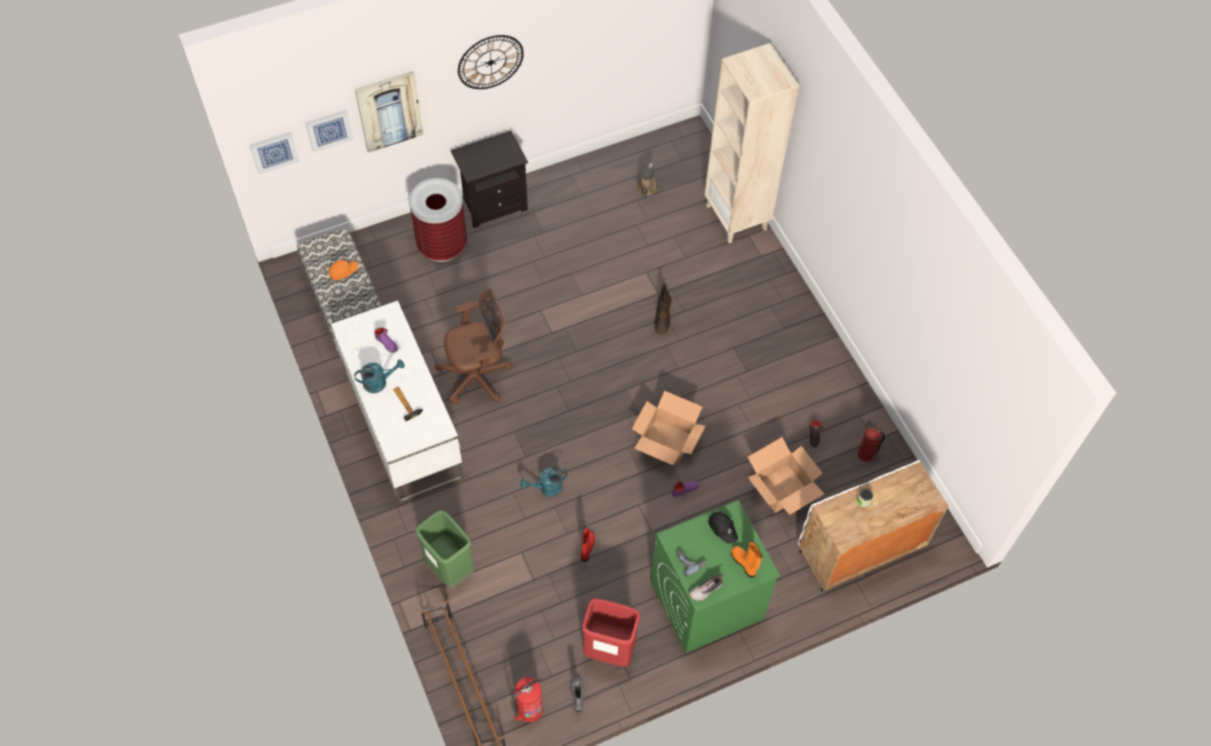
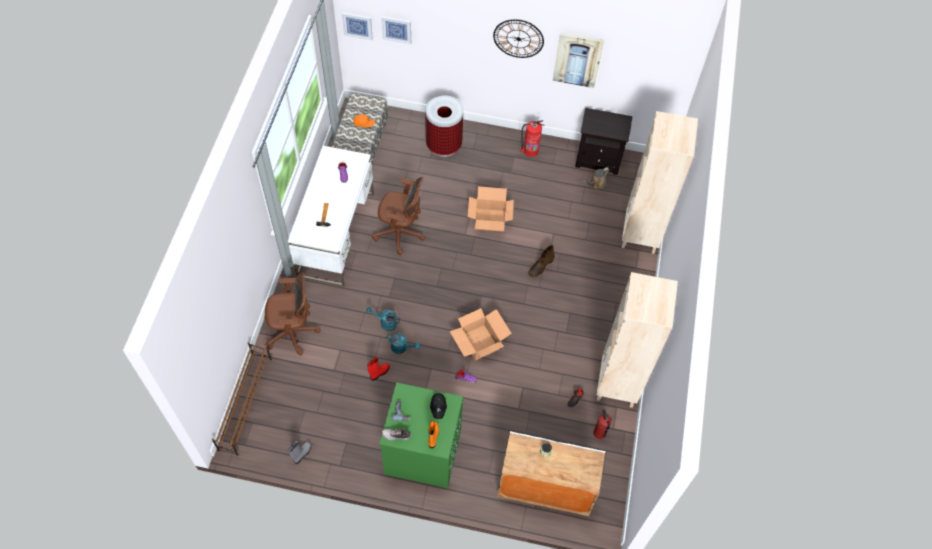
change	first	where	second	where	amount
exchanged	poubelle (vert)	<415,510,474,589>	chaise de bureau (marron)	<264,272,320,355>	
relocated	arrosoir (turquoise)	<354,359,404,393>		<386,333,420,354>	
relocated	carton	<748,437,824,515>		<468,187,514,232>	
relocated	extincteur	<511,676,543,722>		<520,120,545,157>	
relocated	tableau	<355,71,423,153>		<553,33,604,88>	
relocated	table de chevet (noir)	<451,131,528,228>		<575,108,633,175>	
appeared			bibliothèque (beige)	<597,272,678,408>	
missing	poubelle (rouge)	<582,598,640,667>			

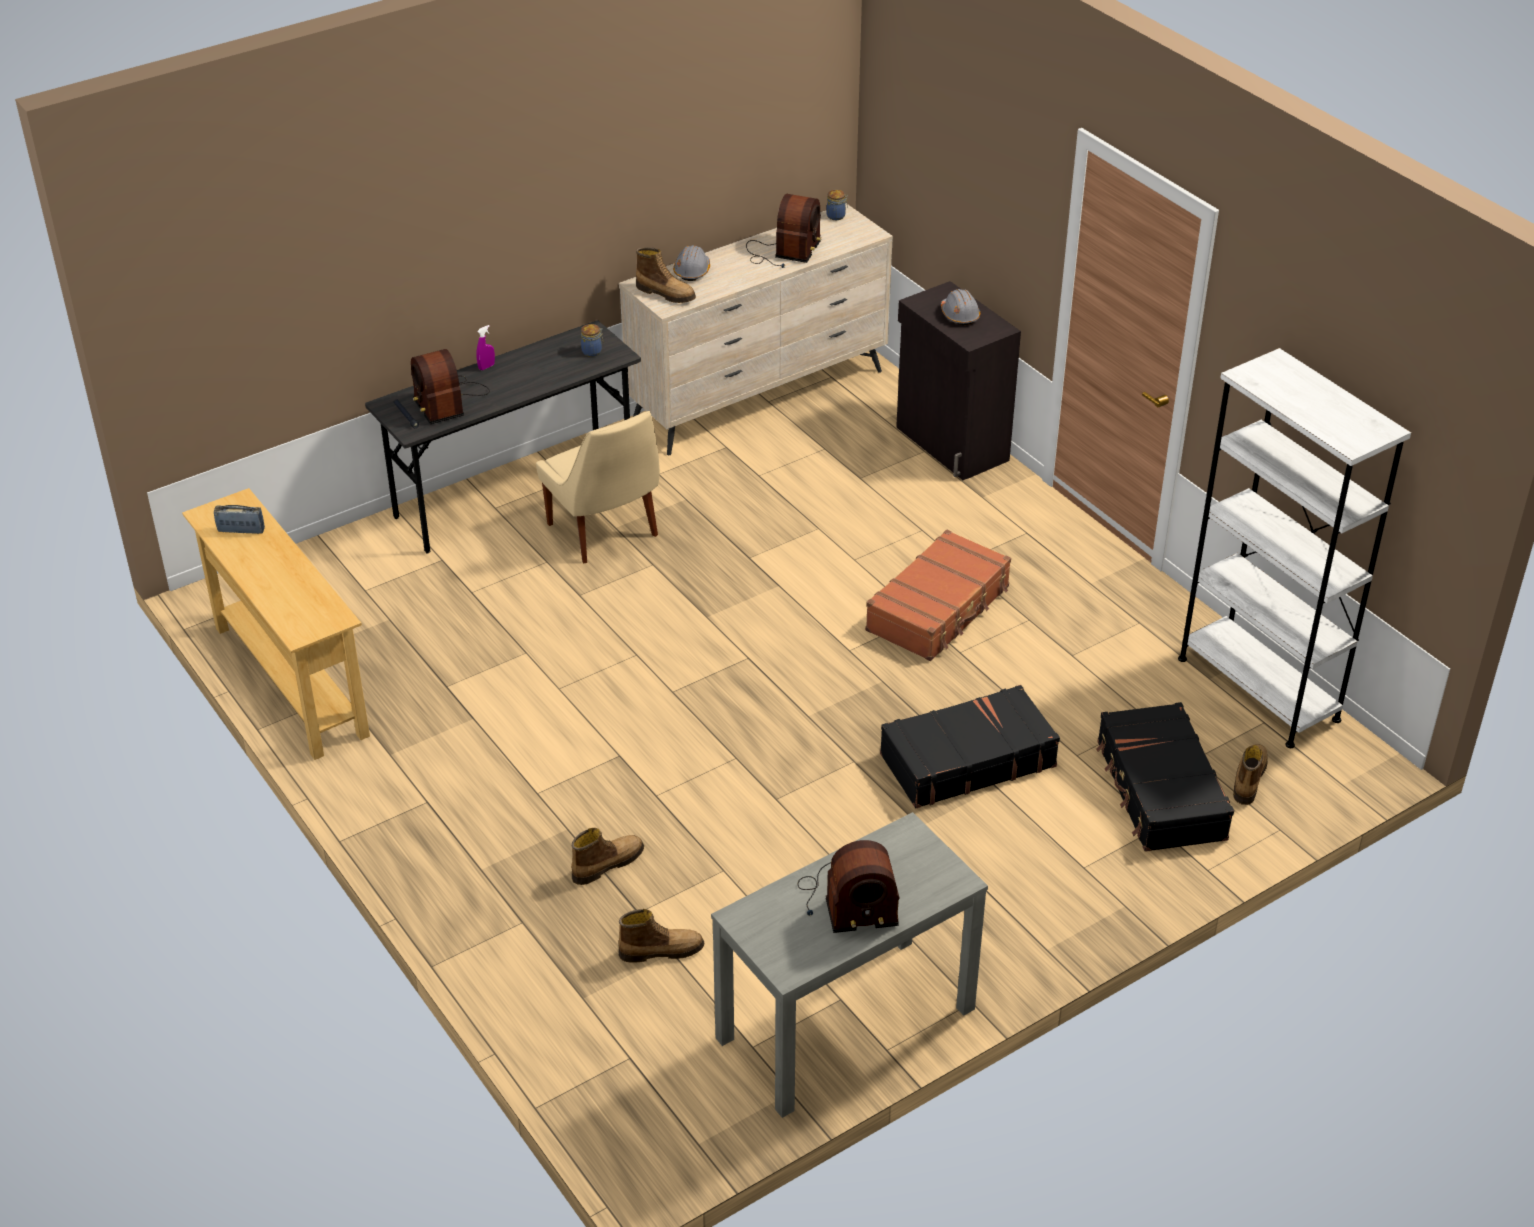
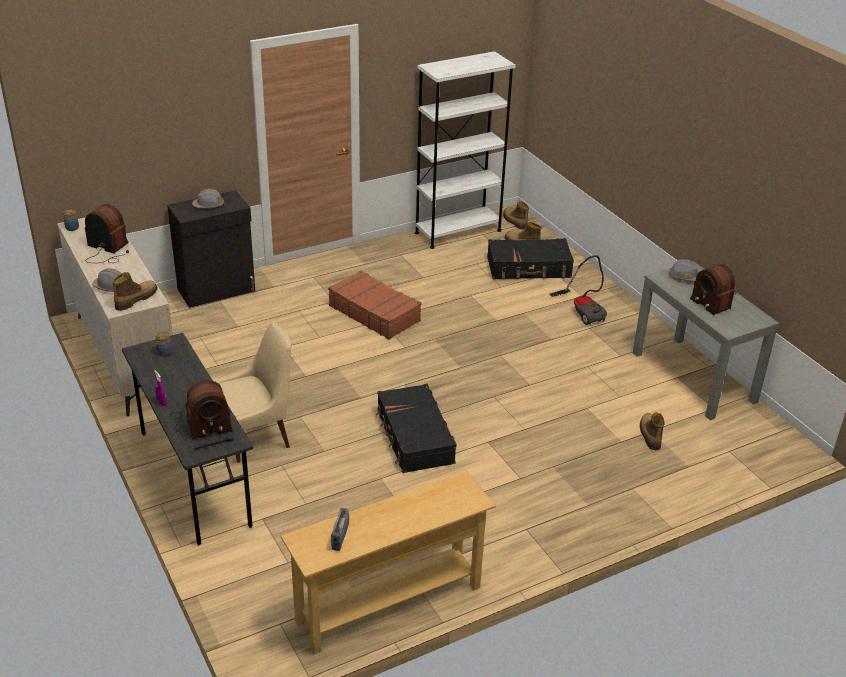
change	first	where	second	where	amount
relocated	valise (noir)	<880,685,1060,808>		<376,384,457,473>	
relocated	botte	<571,828,644,885>		<503,201,529,230>	
appeared			aspirateur	<549,255,607,326>	
appeared			casque de chantier (gris)	<669,259,699,282>	
spun	radio	<798,840,900,933>		<690,264,735,315>	150 degrees clockwise

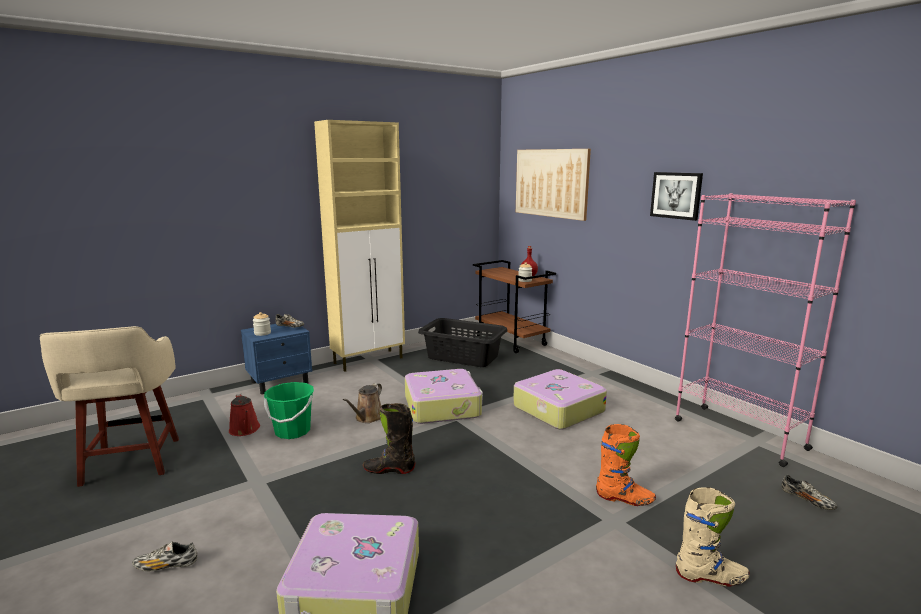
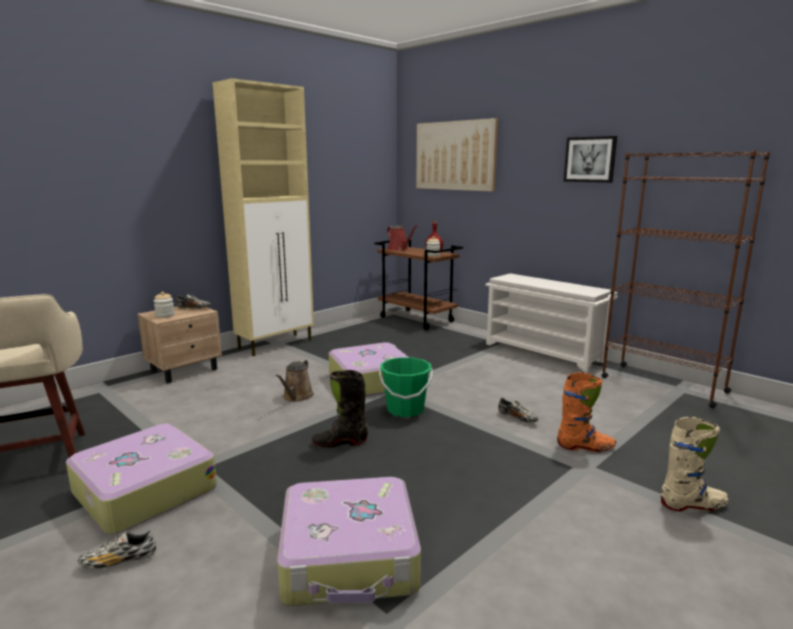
change	first	where	second	where	amount
relocated	valise	<513,369,607,430>		<66,424,217,534>	
colour	table de chevet (bleu)	<241,324,312,394>	table de chevet (beige)	<137,306,222,383>	
relocated	seau (vert)	<264,382,314,439>		<379,357,433,417>	
relocated	arrosoir (rouge)	<229,394,260,436>		<387,225,418,251>	
appeared			étagère à chaussures (blanc)	<485,273,618,372>	
relocated	chaussure	<781,475,837,510>		<498,398,538,422>	
colour	bibliothèque (rose)	<675,193,856,467>	bibliothèque (marron)	<601,151,770,408>	
missing	panier à linge (noir)	<418,318,508,367>			

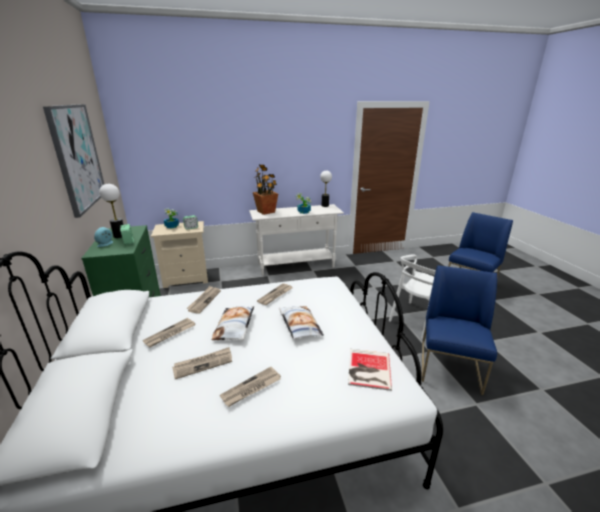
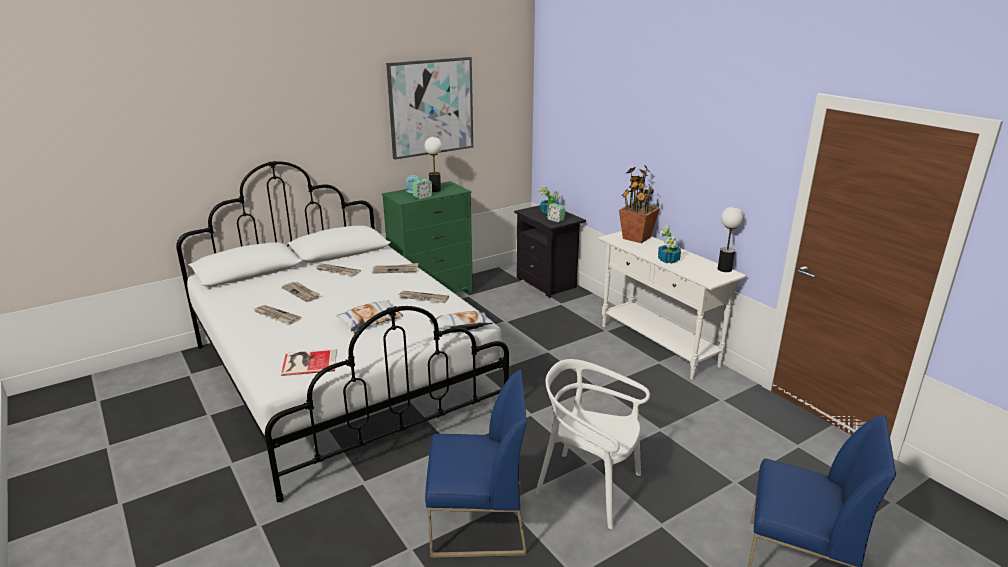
change	first	where	second	where	amount
relocated	coussin	<211,306,254,340>		<430,311,493,333>	
colour	table de chevet (beige)	<151,221,208,288>	table de chevet (noir)	<514,205,586,298>	

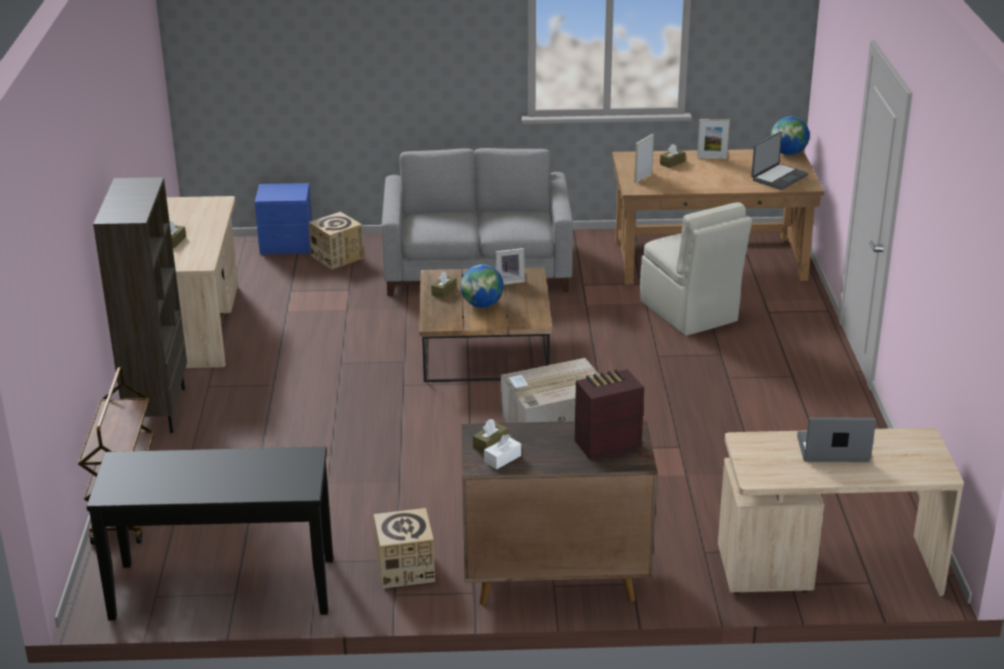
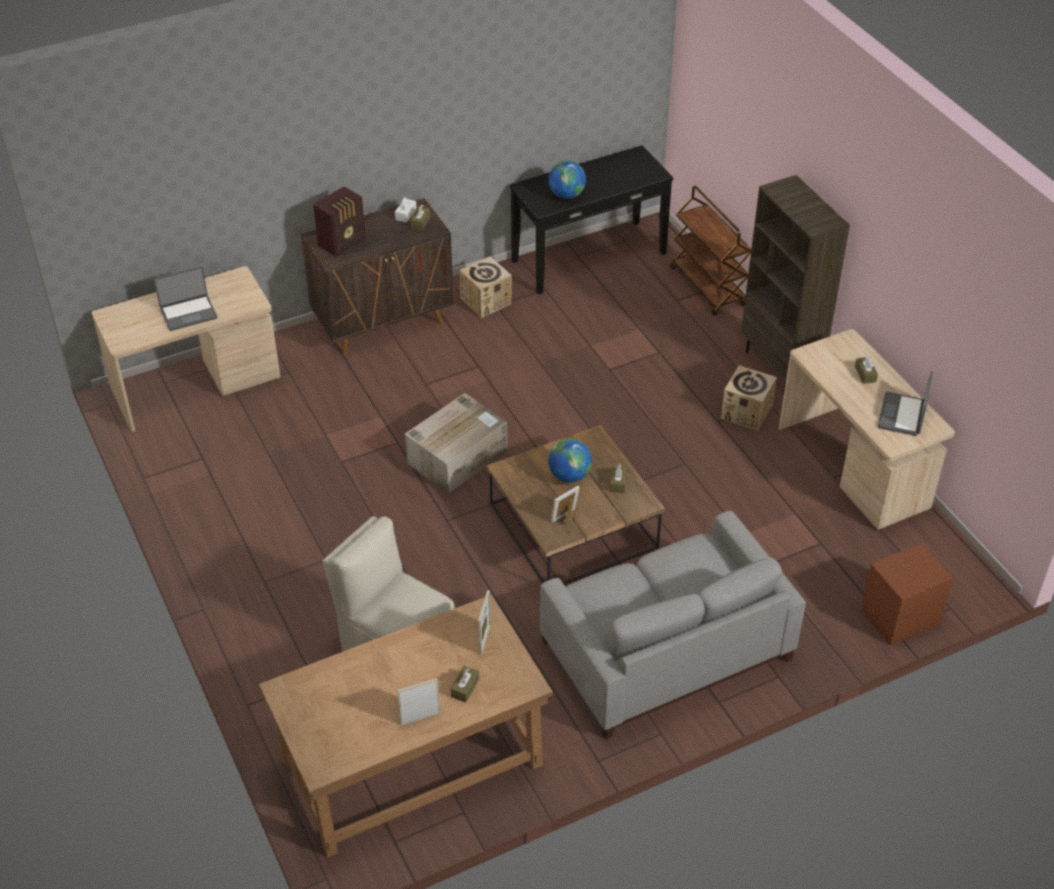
change	first	where	second	where	amount
relocated	globe	<771,116,810,155>		<548,160,586,199>	
relocated	carton	<308,212,364,270>		<721,365,777,431>	
colour	table de chevet (bleu)	<255,183,312,254>	table de chevet (marron)	<862,543,953,645>	
relocated	ordinateur portable	<751,131,808,190>		<878,371,933,436>	

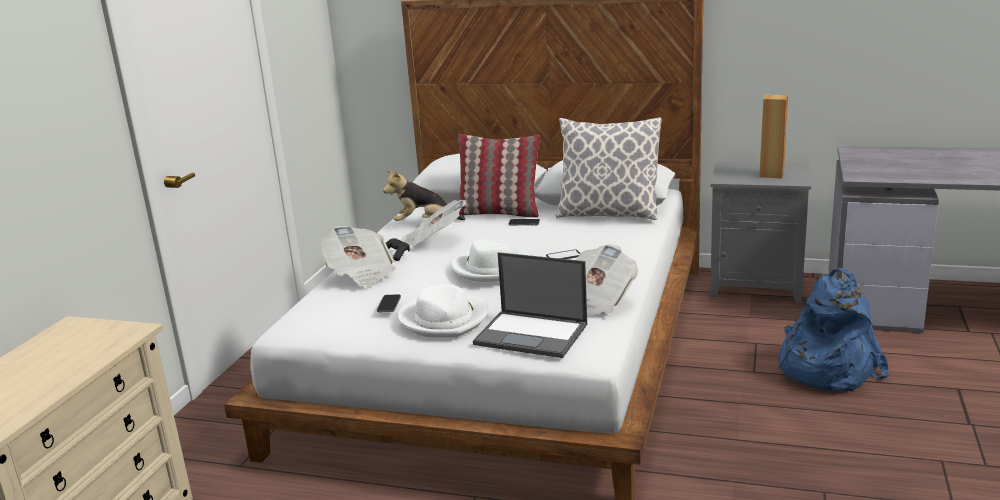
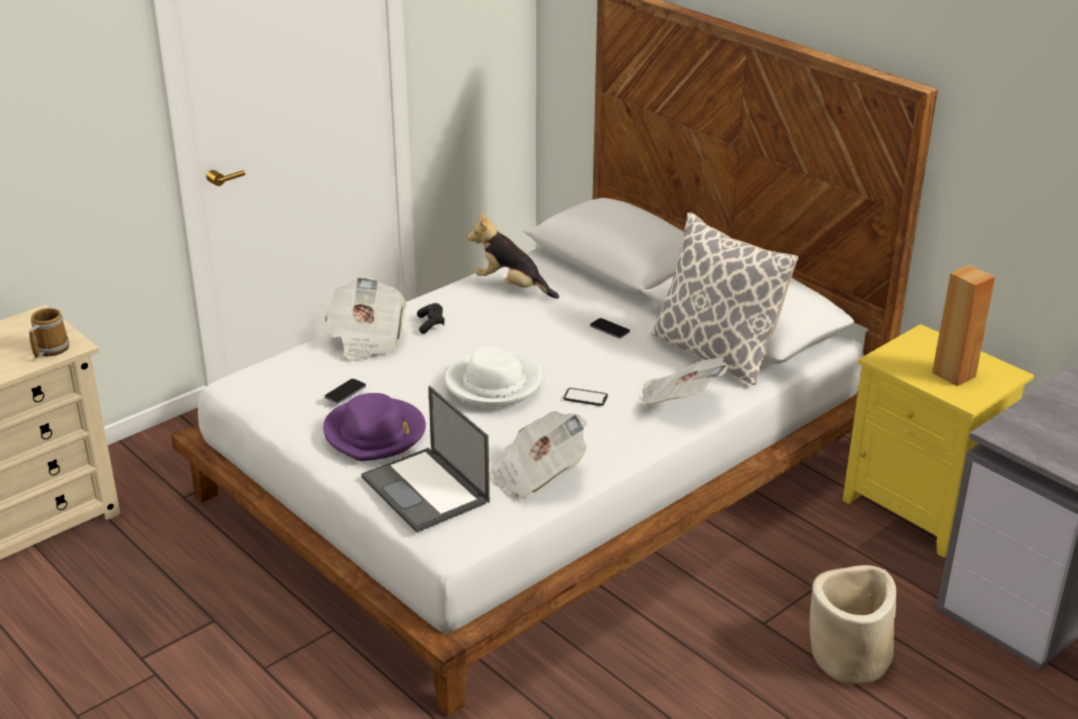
change	first	where	second	where	amount
appeared			mug	<29,308,69,358>	
colour	chapeau (blanc)	<398,284,488,338>	chapeau (violet)	<323,393,426,461>	
relocated	journal	<401,200,466,247>		<640,357,728,406>	
exchanged	sac à dos (bleu)	<778,268,889,391>	cache-pot (beige)	<810,565,897,684>	
colour	table de chevet (gris)	<710,162,811,303>	table de chevet (jaune)	<843,324,1034,558>	
missing	coussin	<458,134,540,218>			

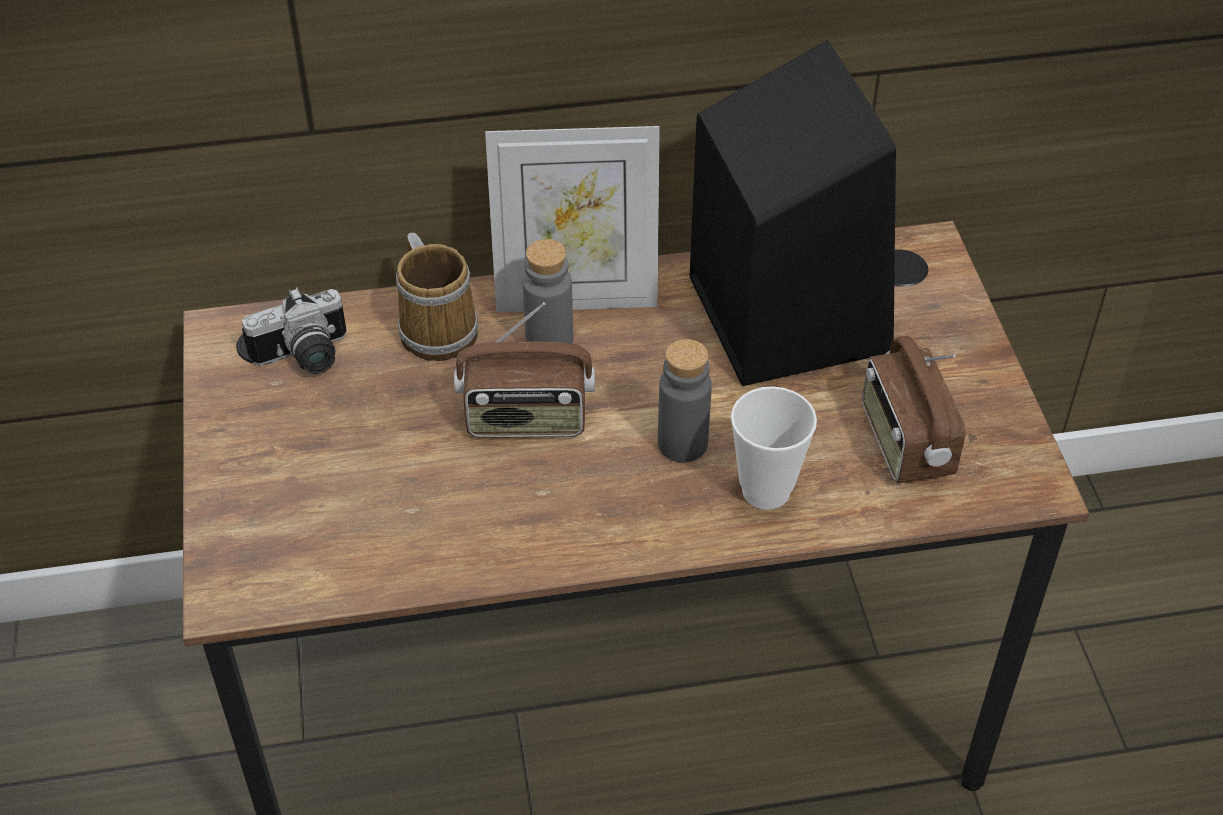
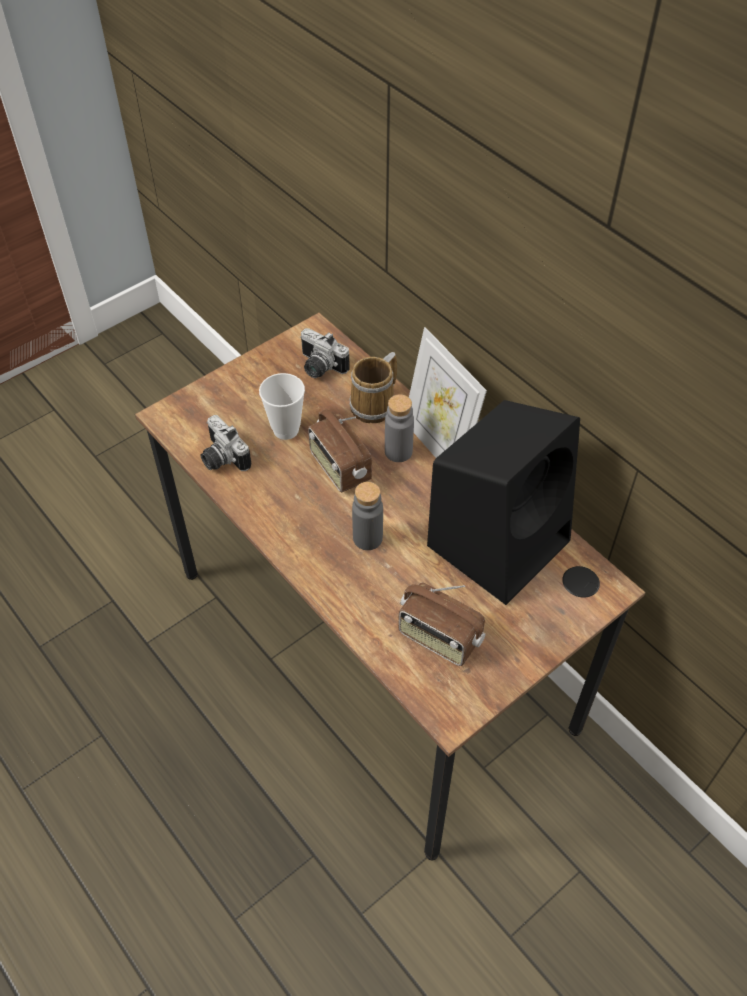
change	first	where	second	where	amount
appeared			appareil photo	<200,415,251,471>	
relocated	tasse	<731,386,817,510>		<259,373,305,440>	
spun	radio	<862,336,965,483>		<398,583,485,666>	105 degrees counterclockwise

